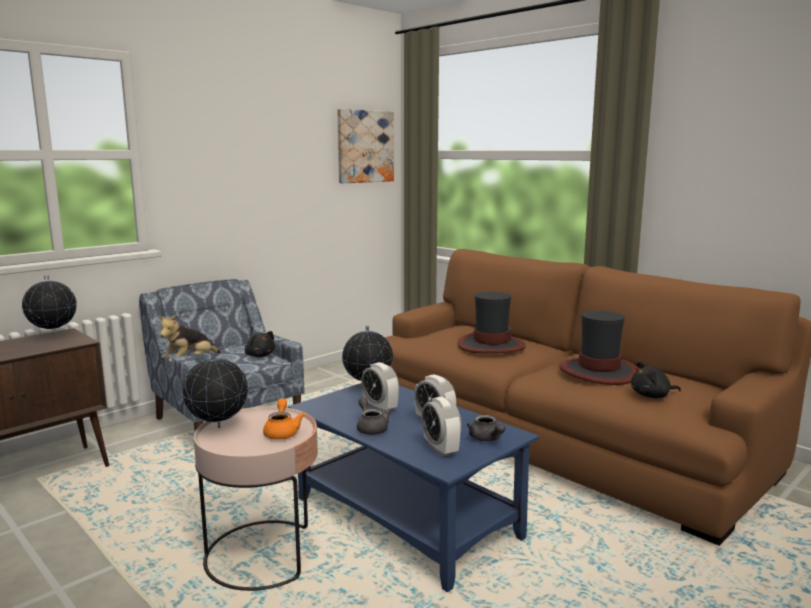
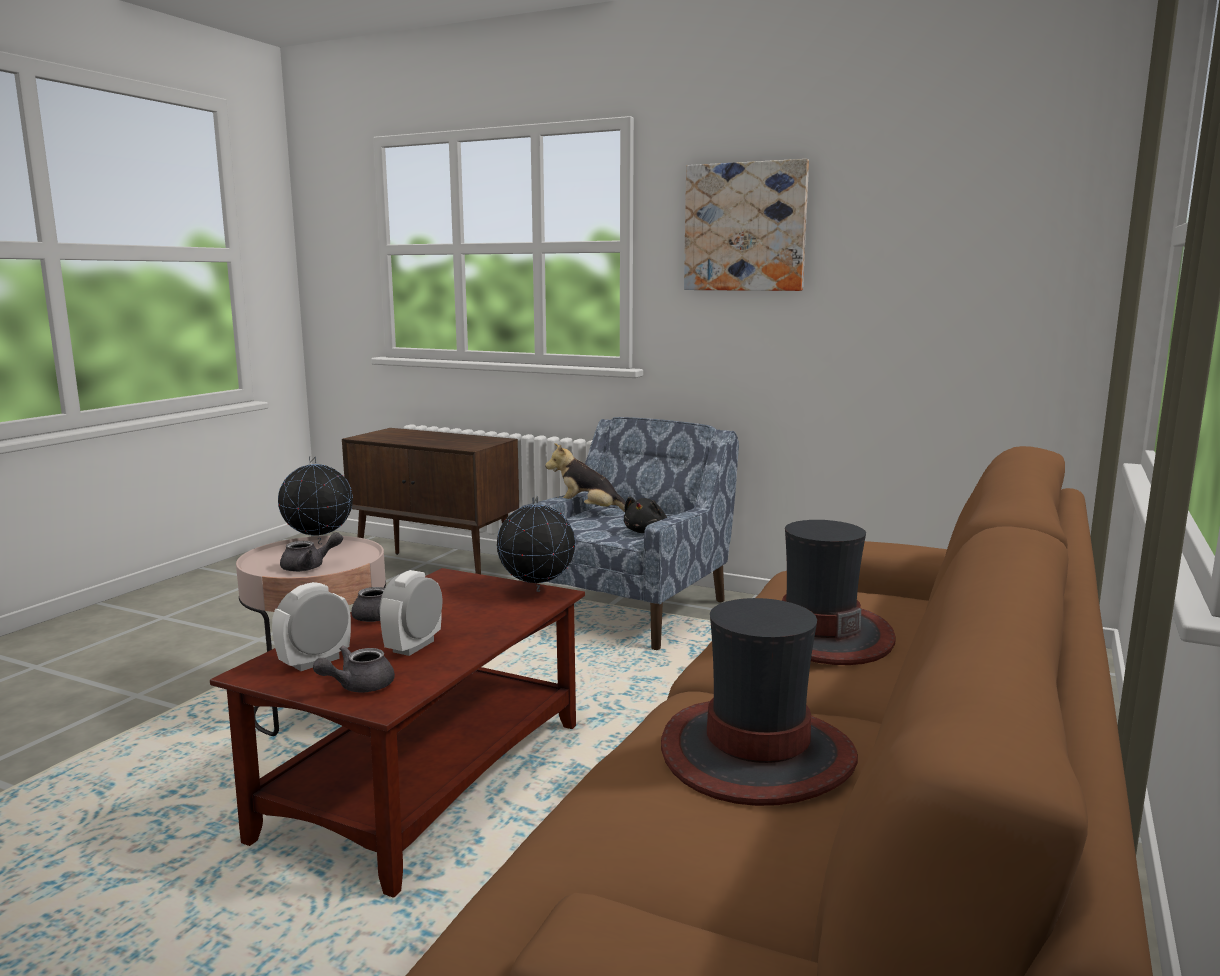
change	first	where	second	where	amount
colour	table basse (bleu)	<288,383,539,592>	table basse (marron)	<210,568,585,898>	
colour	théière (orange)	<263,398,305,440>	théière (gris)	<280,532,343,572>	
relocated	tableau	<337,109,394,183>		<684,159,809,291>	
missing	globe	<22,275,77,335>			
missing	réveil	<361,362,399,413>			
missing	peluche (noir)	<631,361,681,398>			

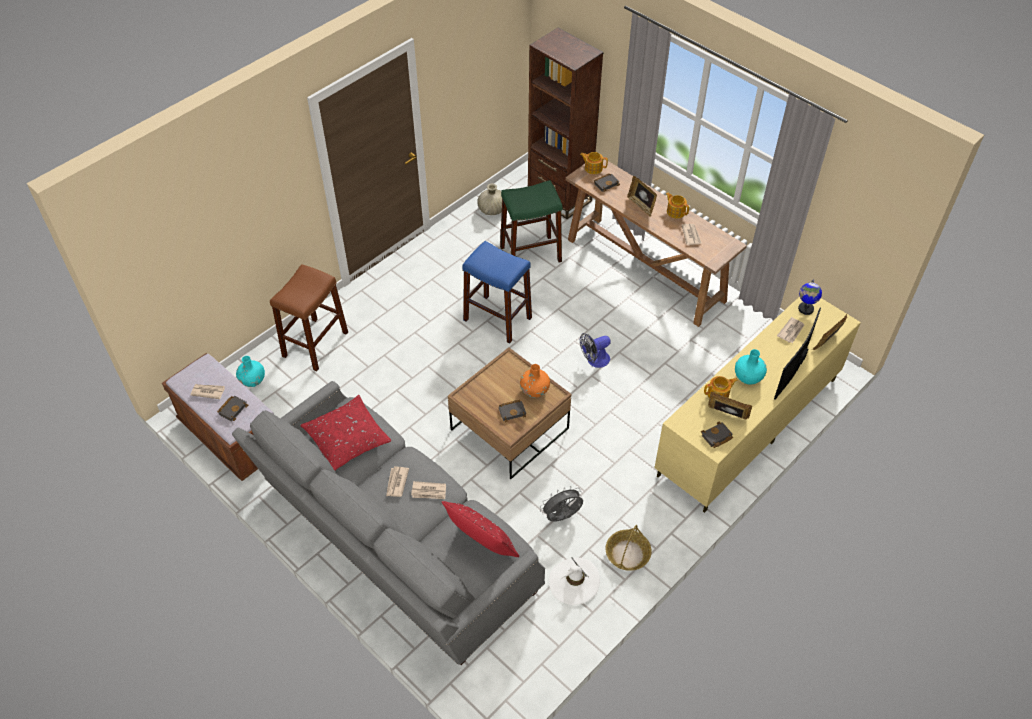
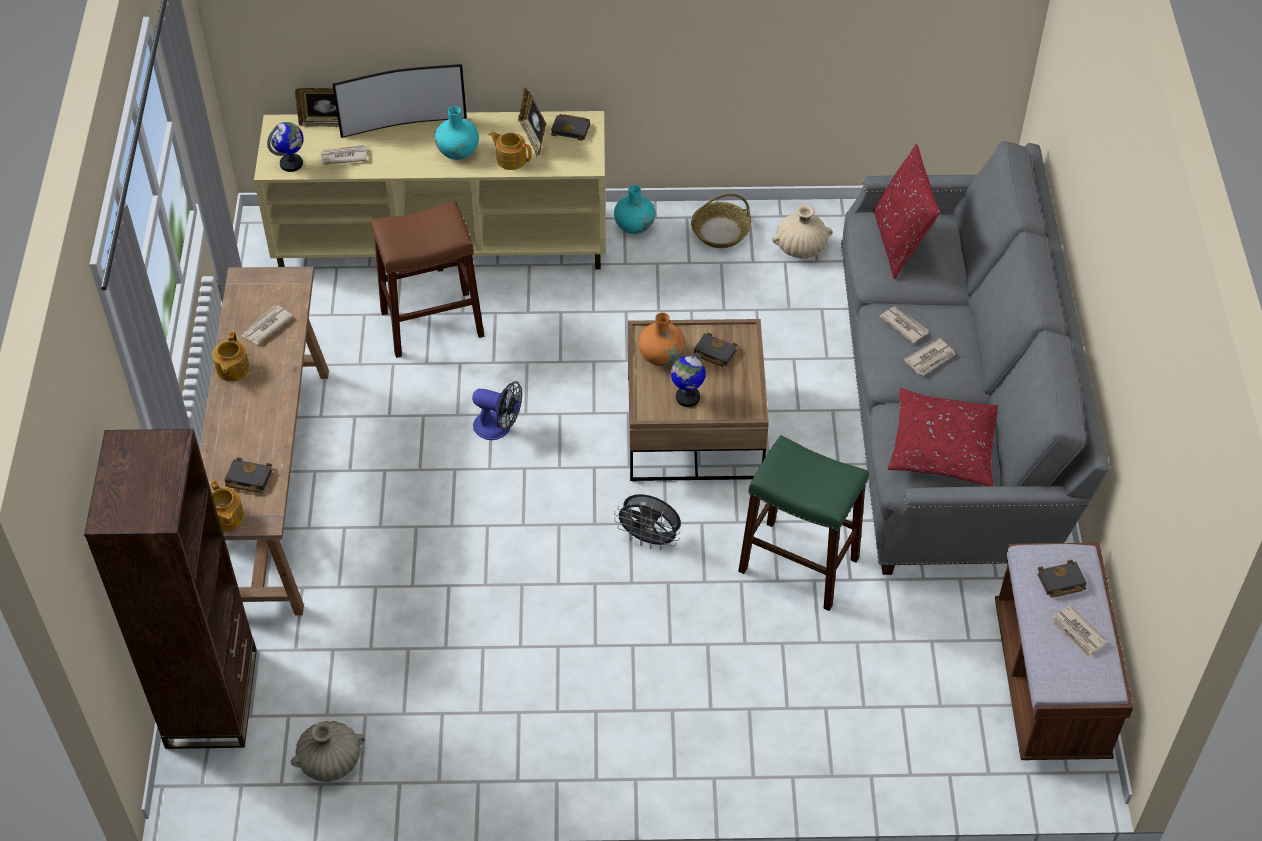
change	first	where	second	where	amount
relocated	tabouret (marron)	<270,264,348,371>		<371,201,484,358>	
relocated	vase (turquoise)	<236,356,265,387>		<614,185,655,234>	
relocated	ventilateur (gris)	<540,486,583,522>		<614,494,681,550>	
appeared			globe	<671,353,706,407>	
relocated	tabouret (vert)	<500,180,563,263>		<738,435,869,611>	
exchanged	chapeau (blanc)	<549,558,600,605>	vase (beige)	<772,205,833,258>	
missing	tabouret (bleu)	<462,241,532,343>			
missing	cadre photo	<627,176,657,217>			

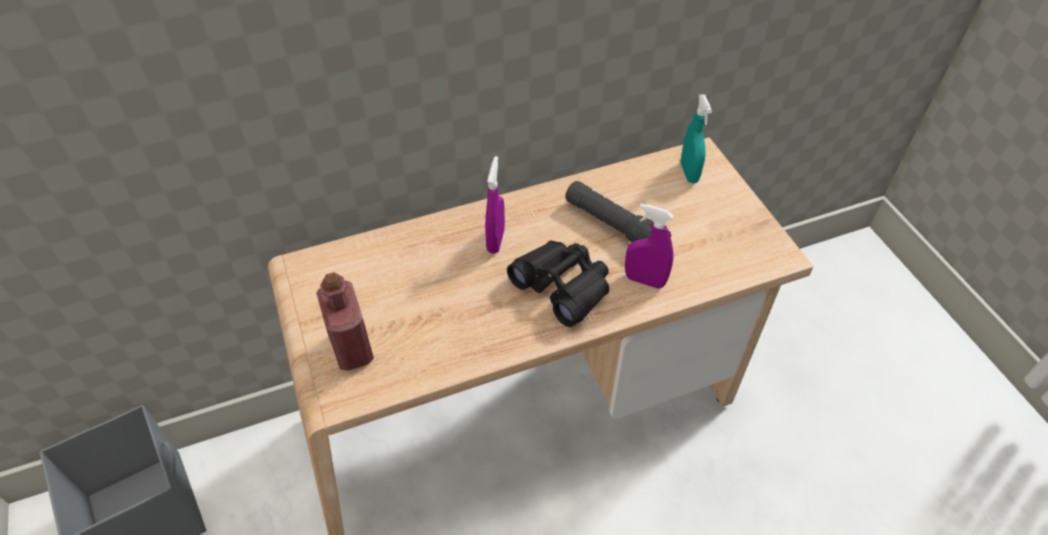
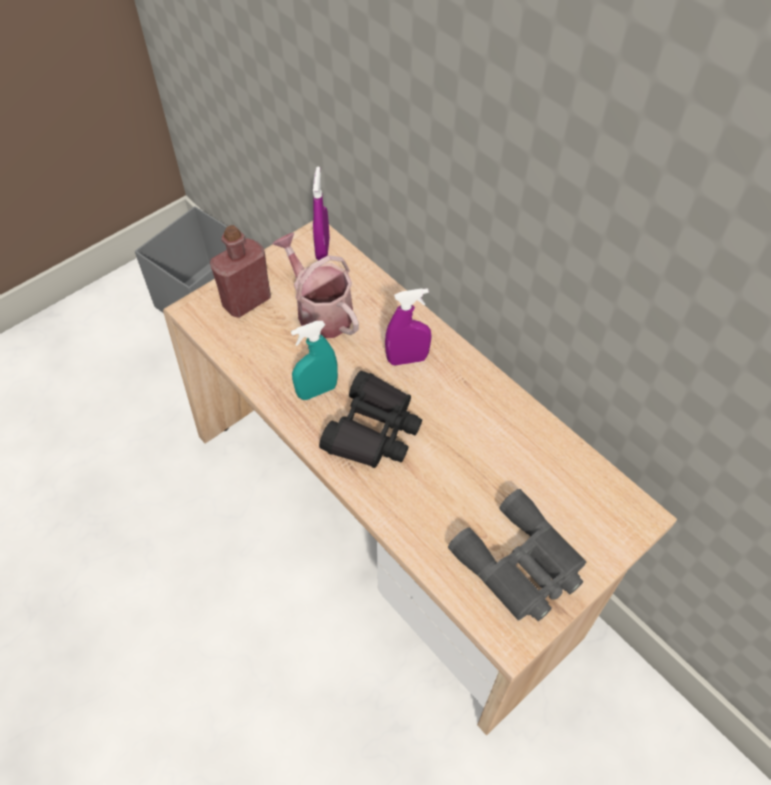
change	first	where	second	where	amount
appeared			arrosoir	<273,233,359,338>	
relocated	vaporisateur (turquoise)	<681,94,712,183>		<291,321,338,400>	
relocated	vaporisateur (violet)	<625,203,674,289>		<313,167,330,260>	
appeared			jumelles (gris)	<448,489,586,621>	
missing	lampe de poche (noir)	<565,181,671,242>			

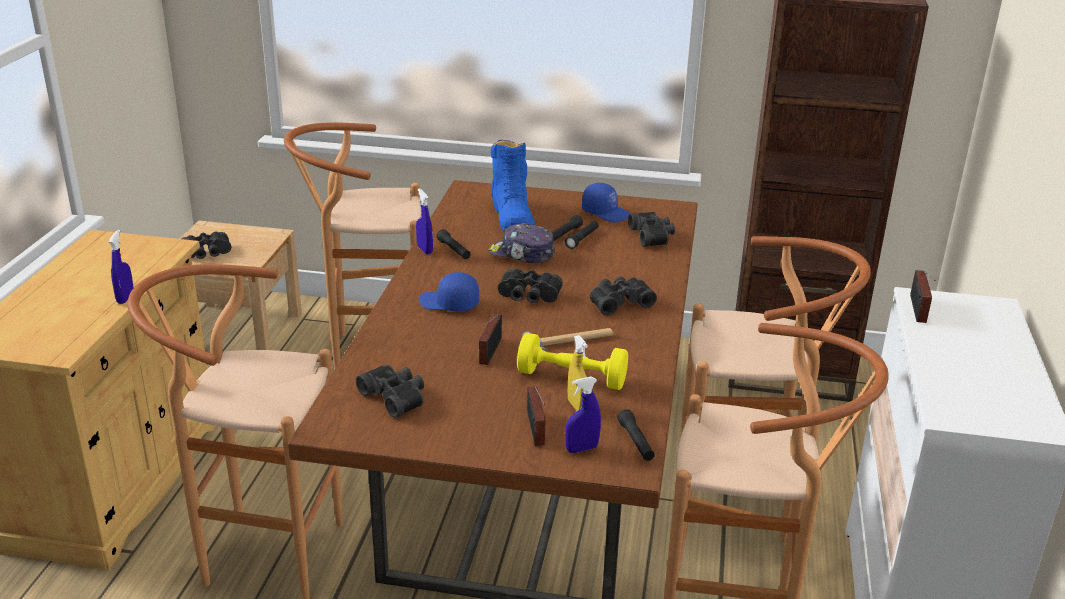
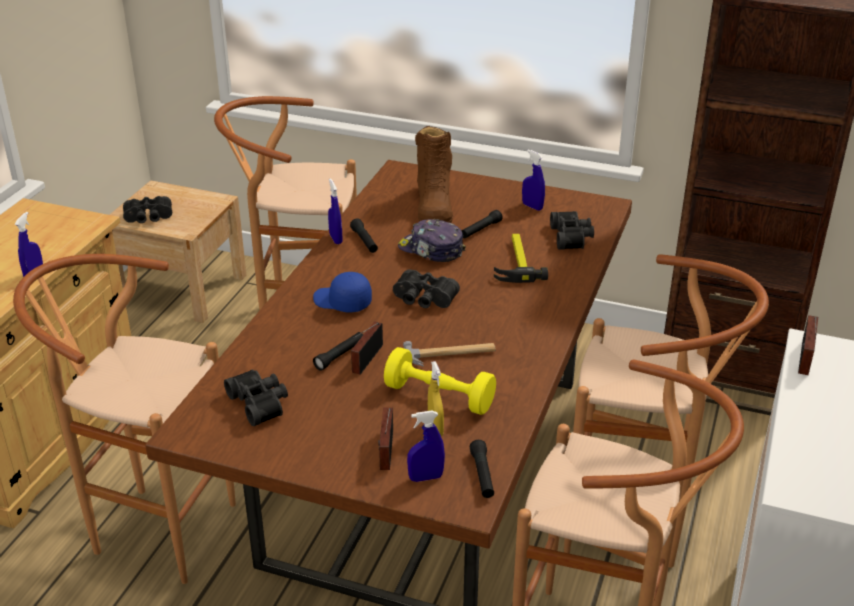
change	first	where	second	where	amount
relocated	lampe de poche (noir)	<565,221,599,249>		<313,332,363,371>	
colour	botte (bleu)	<491,139,535,232>	botte (marron)	<415,126,453,223>	
appeared			marteau	<494,234,548,283>	
exchanged	casquette (bleu)	<582,183,631,222>	vaporisateur (bleu)	<522,149,545,211>	
missing	jumelles (noir)	<590,277,657,315>			

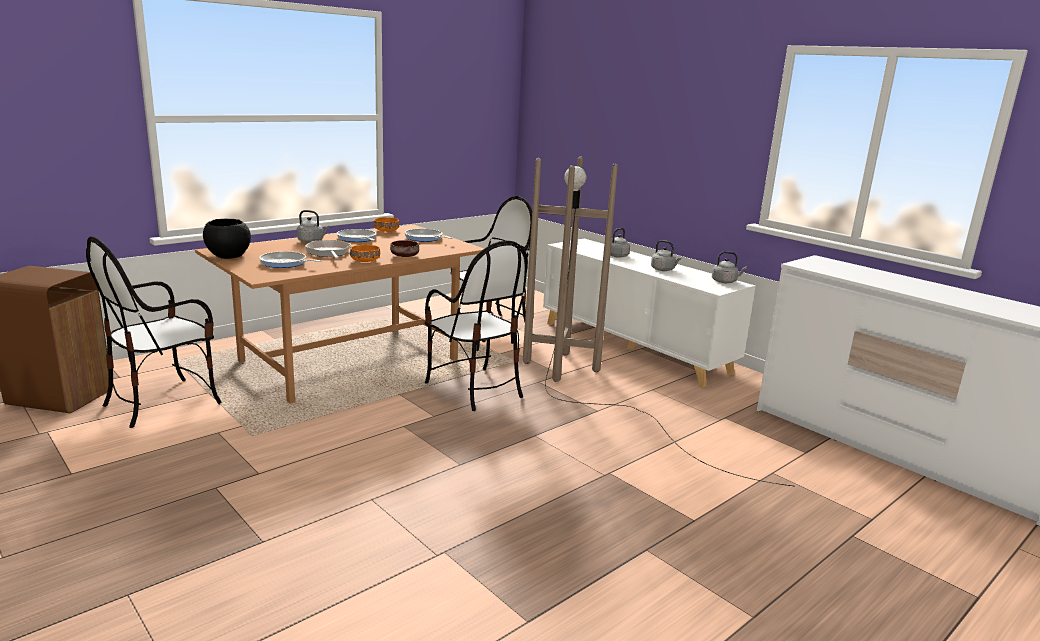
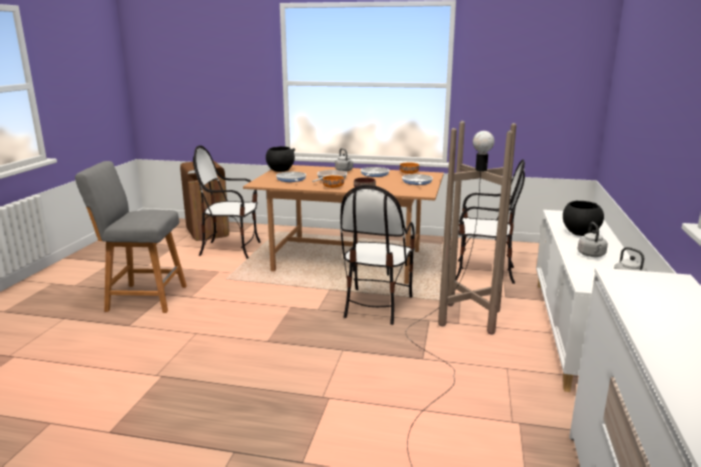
change	first	where	second	where	amount
appeared			tabouret (gris)	<75,161,187,313>	
exchanged	bouilloire (gris)	<610,228,630,258>	bol (noir)	<563,200,604,236>	

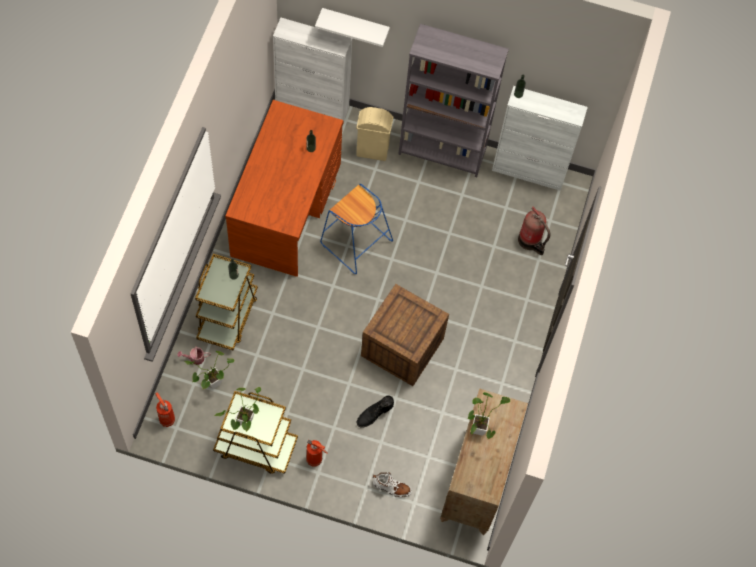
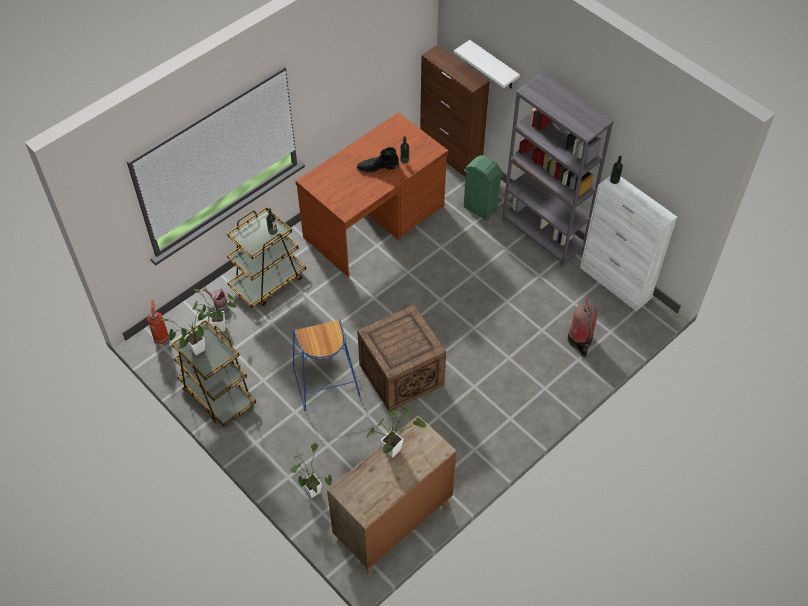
change	first	where	second	where	amount
exchanged	botte (blanc)	<373,472,412,498>	plante en pot	<290,443,332,498>	
relocated	tabouret (bleu)	<320,184,393,274>		<293,320,361,411>	
relocated	botte (noir)	<356,395,394,428>		<357,147,399,172>	
colour	meuble de rangement (blanc)	<273,18,352,122>	meuble de rangement (marron)	<420,45,490,177>	
colour	poubelle (beige)	<356,107,393,161>	poubelle (vert)	<464,155,503,220>	
missing	extincteur	<306,440,328,466>			

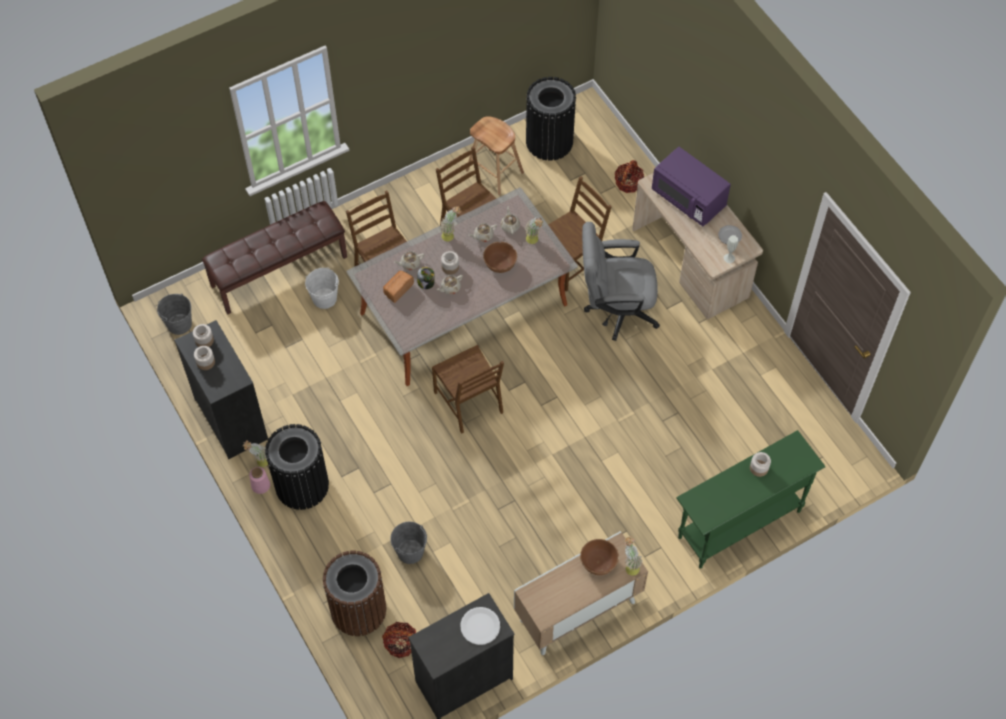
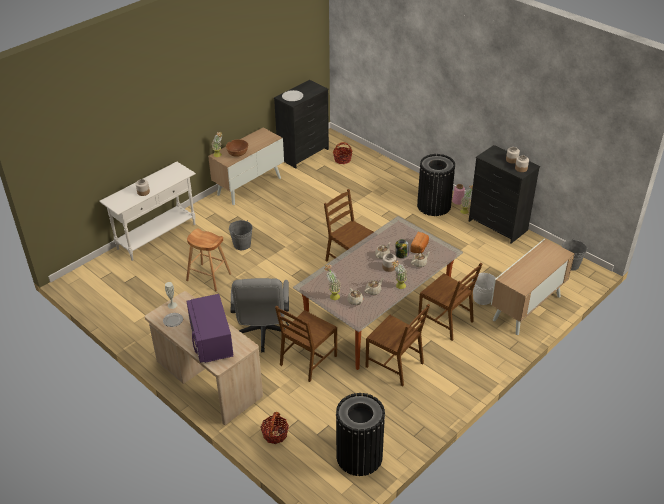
change	first	where	second	where	amount
colour	table console (vert)	<676,430,826,569>	table console (blanc)	<99,162,196,261>	
relocated	tabouret (marron)	<466,116,524,195>		<186,228,231,291>	
spun	micro-ondes (violet)	<652,146,731,226>		<187,294,233,363>	135 degrees counterclockwise
relocated	seau (gris)	<390,521,427,564>		<229,220,253,250>	
spun	chaise de bureau (gris)	<582,222,660,341>		<231,278,289,352>	105 degrees clockwise
exchanged	banc (marron)	<202,201,347,315>	meuble de rangement	<491,238,574,335>	
missing	poubelle (marron)	<323,551,386,636>			
missing	bol (marron)	<483,242,517,273>			

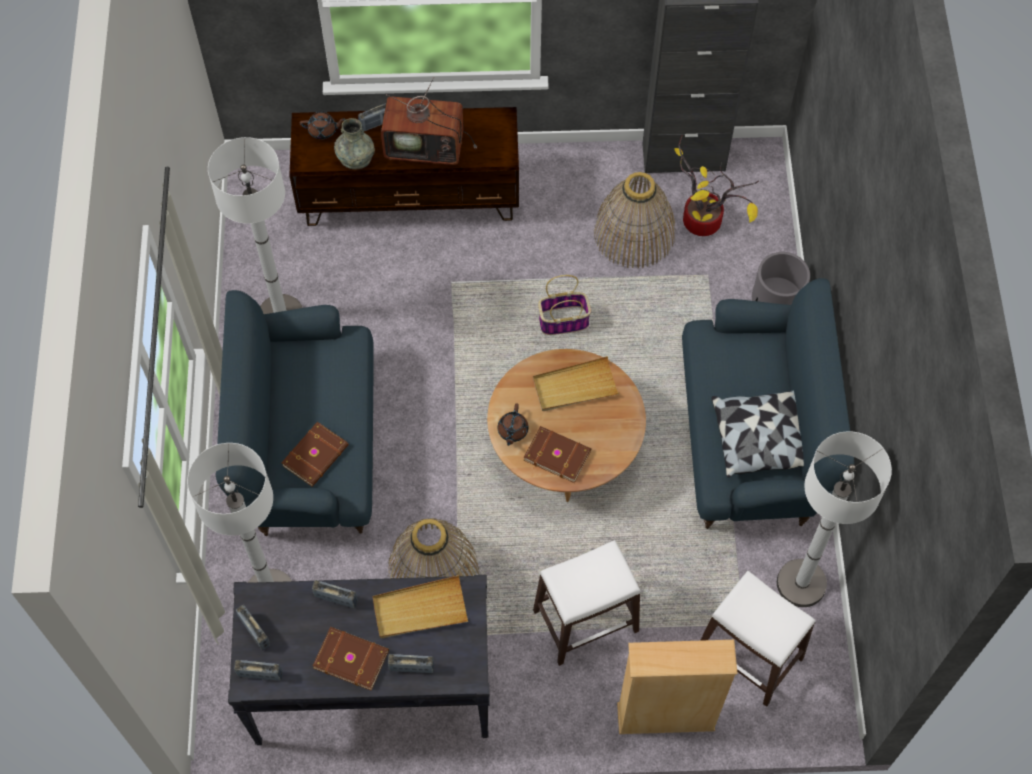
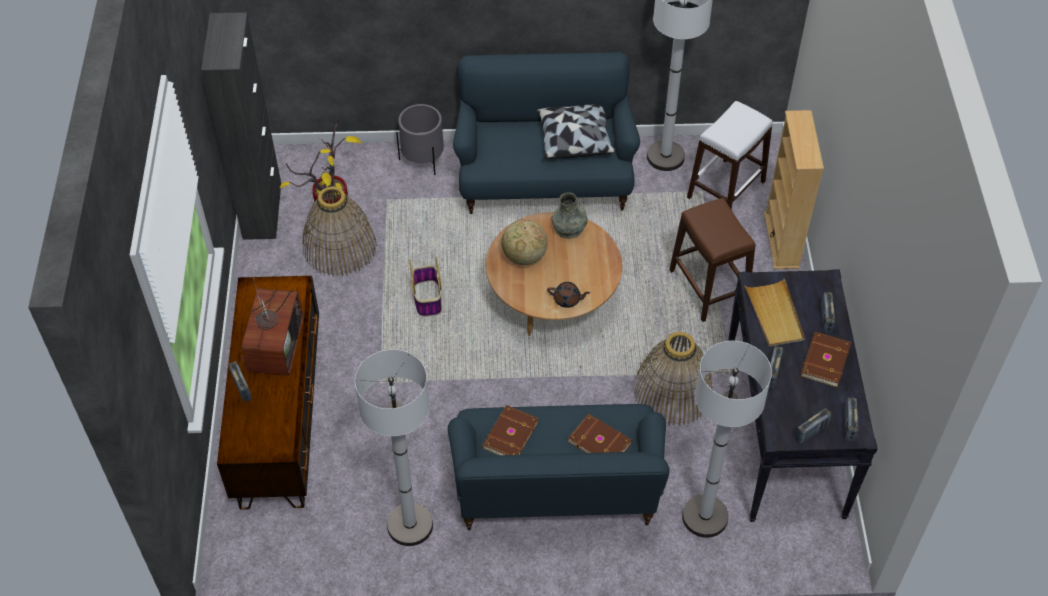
change	first	where	second	where	amount
relocated	livre (marron)	<524,426,591,483>		<482,405,539,455>	
exchanged	plateau (beige)	<533,356,619,411>	globe	<502,220,548,265>	
relocated	vase (gris)	<334,118,375,170>		<552,192,588,238>	
colour	tabouret (blanc)	<533,540,640,666>	tabouret (marron)	<669,198,756,322>	
missing	théière (marron)	<300,111,346,139>			

